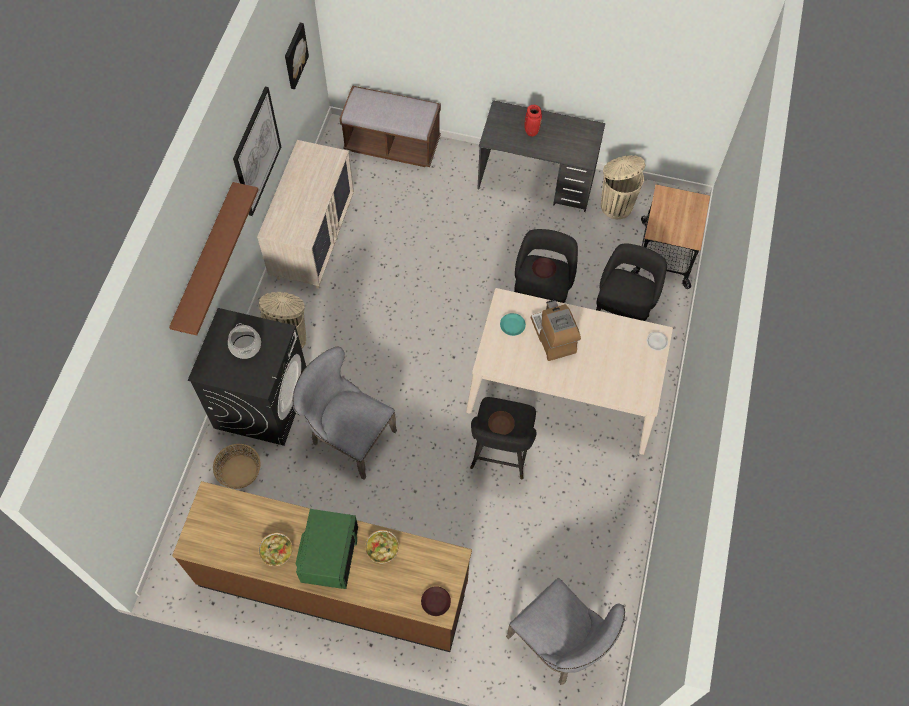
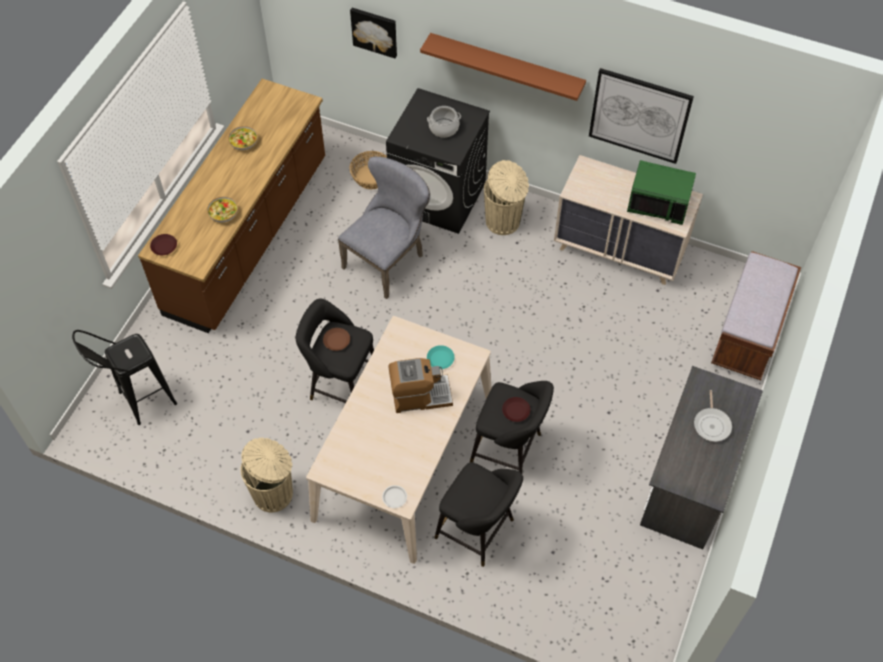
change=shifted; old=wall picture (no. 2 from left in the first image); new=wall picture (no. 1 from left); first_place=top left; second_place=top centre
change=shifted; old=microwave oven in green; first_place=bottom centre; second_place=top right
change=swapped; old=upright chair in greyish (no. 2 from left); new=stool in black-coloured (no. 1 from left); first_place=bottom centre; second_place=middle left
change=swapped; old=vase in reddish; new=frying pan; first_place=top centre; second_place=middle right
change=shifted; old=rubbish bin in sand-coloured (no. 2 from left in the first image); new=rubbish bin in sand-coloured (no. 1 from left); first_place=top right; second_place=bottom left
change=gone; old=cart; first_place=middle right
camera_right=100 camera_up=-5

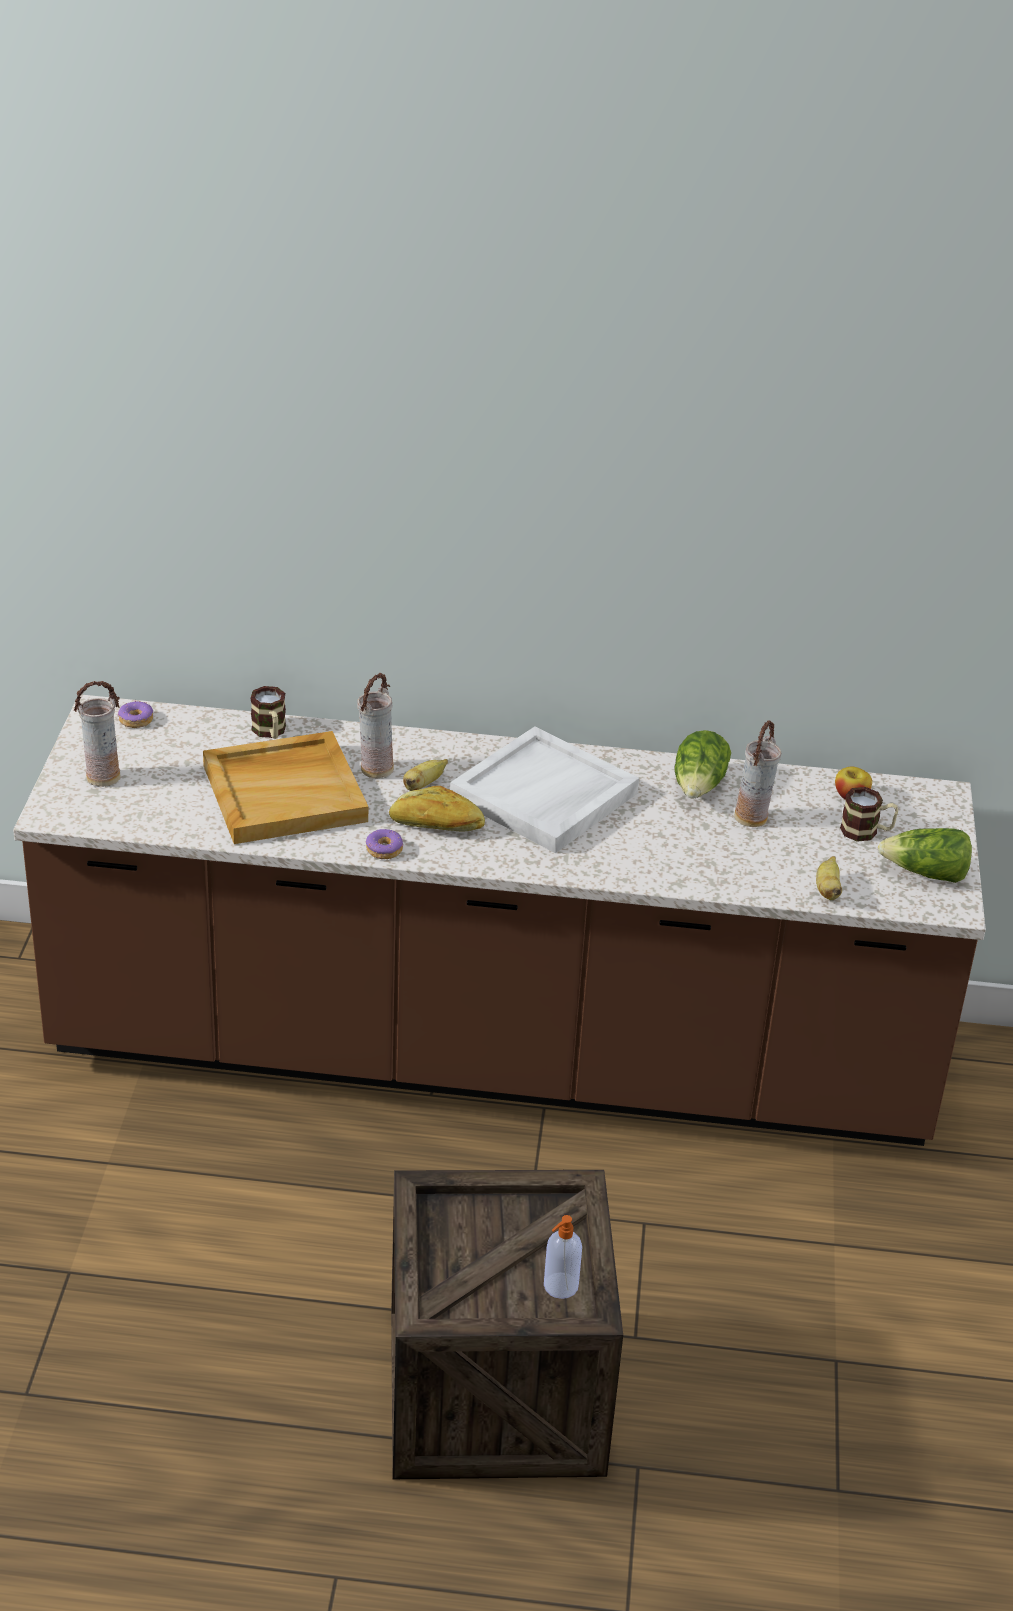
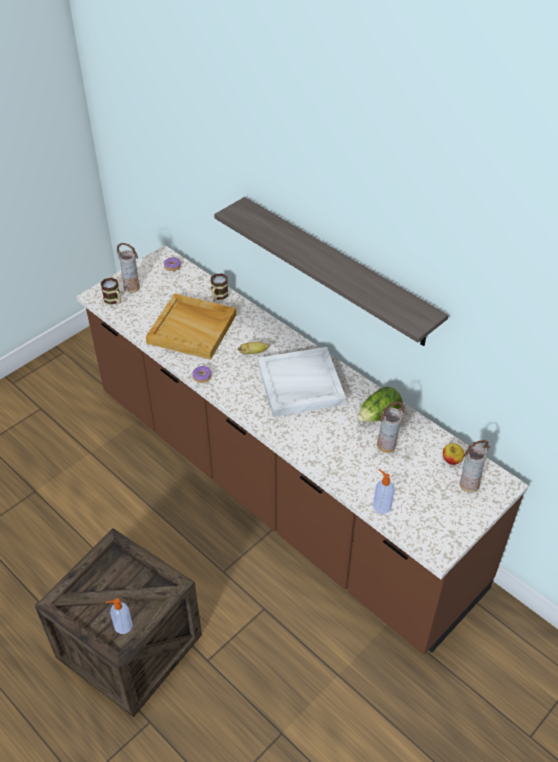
change=shifted; old=vase (no. 2 from left in the first image); new=vase (no. 3 from left); first_place=centre; second_place=middle right
change=gone; old=baked bread; first_place=centre
change=swapped; old=whole banana (no. 2 from left); new=soap dispenser (no. 2 from left); first_place=middle right; second_place=middle right
change=shifted; old=coffee mug (no. 2 from left in the first image); new=coffee mug (no. 1 from left); first_place=middle right; second_place=middle left
change=gone; old=lettuce (no. 2 from left); first_place=middle right
change=new; new=wall shelf; second_place=centre
camera_right=40 camera_up=10

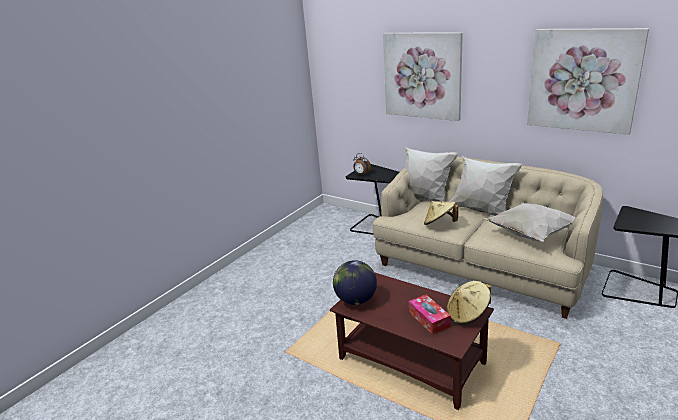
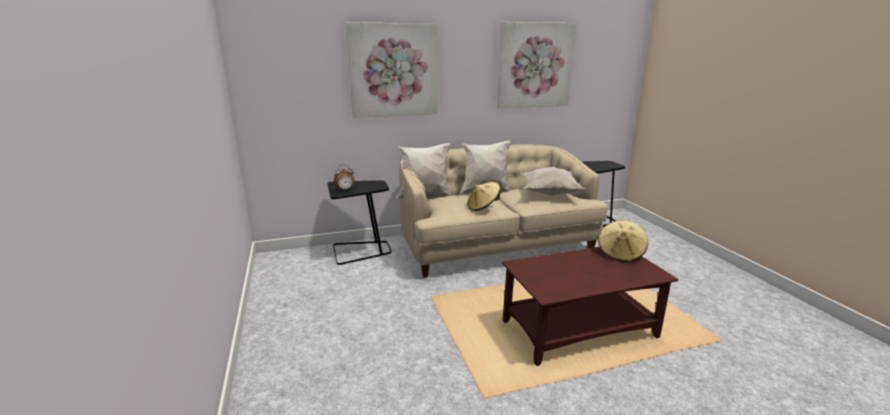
change=gone; old=desk globe; first_place=bottom centre
change=gone; old=box of tissues; first_place=bottom centre
camera_right=-55 camera_up=-5

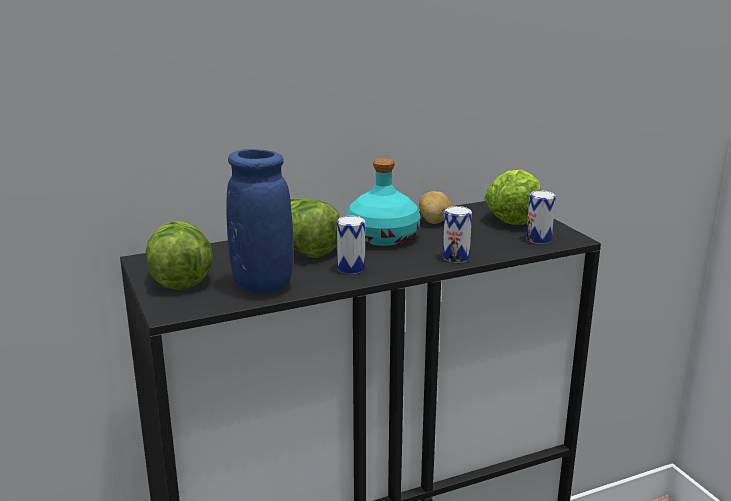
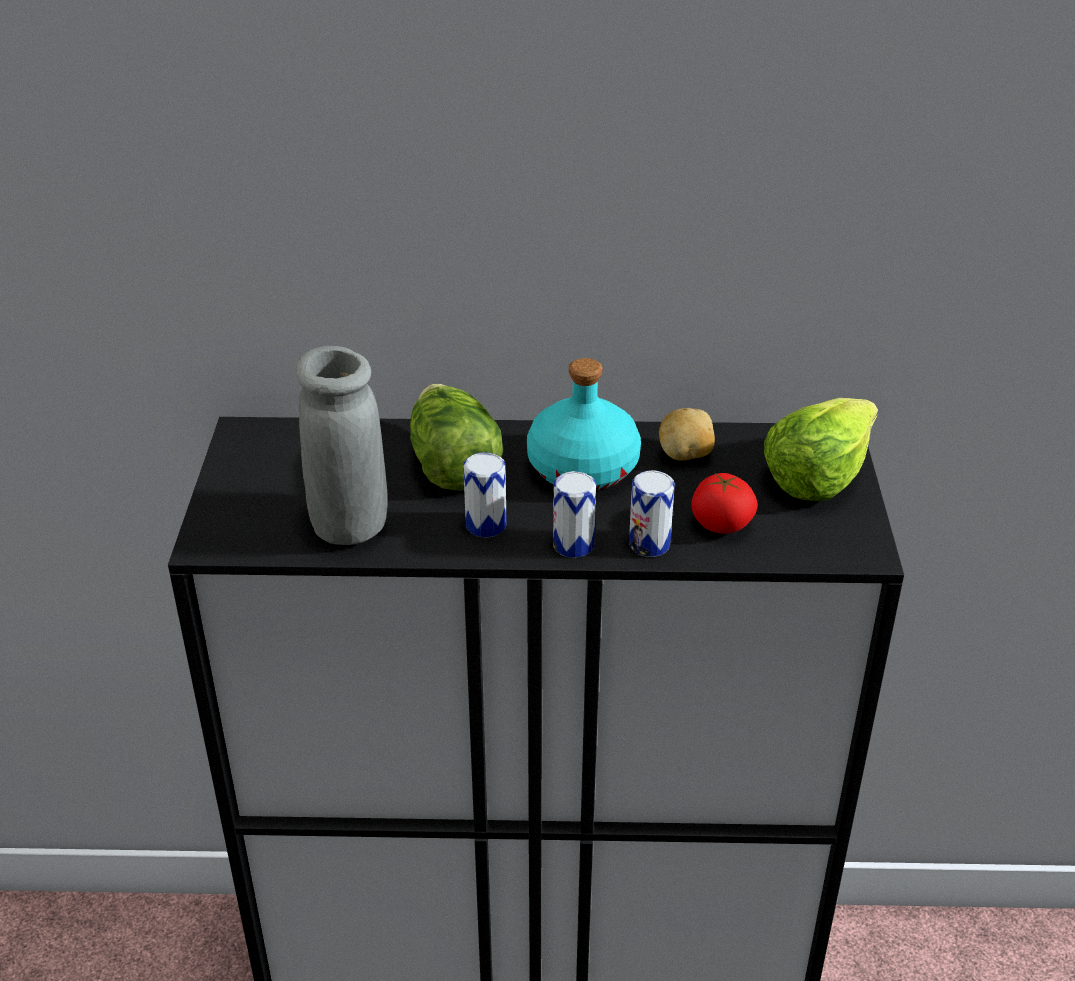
change=gone; old=lettuce (no. 1 from left); first_place=middle left
change=repainted; old=vase in blue-coloured; new=vase in greyish; first_place=centre; second_place=middle left
change=shifted; old=sealed can (no. 3 from left in the first image); new=sealed can (no. 2 from left); first_place=middle right; second_place=centre
change=new; new=whole tomato; second_place=middle right
camera_right=25 camera_up=15

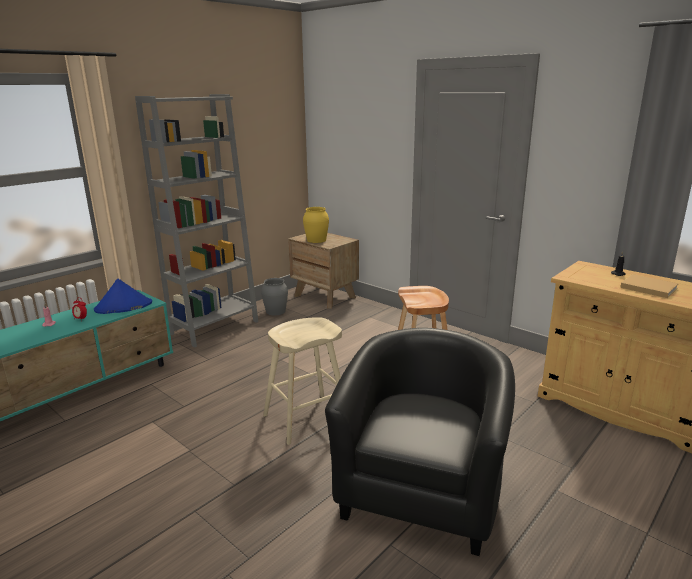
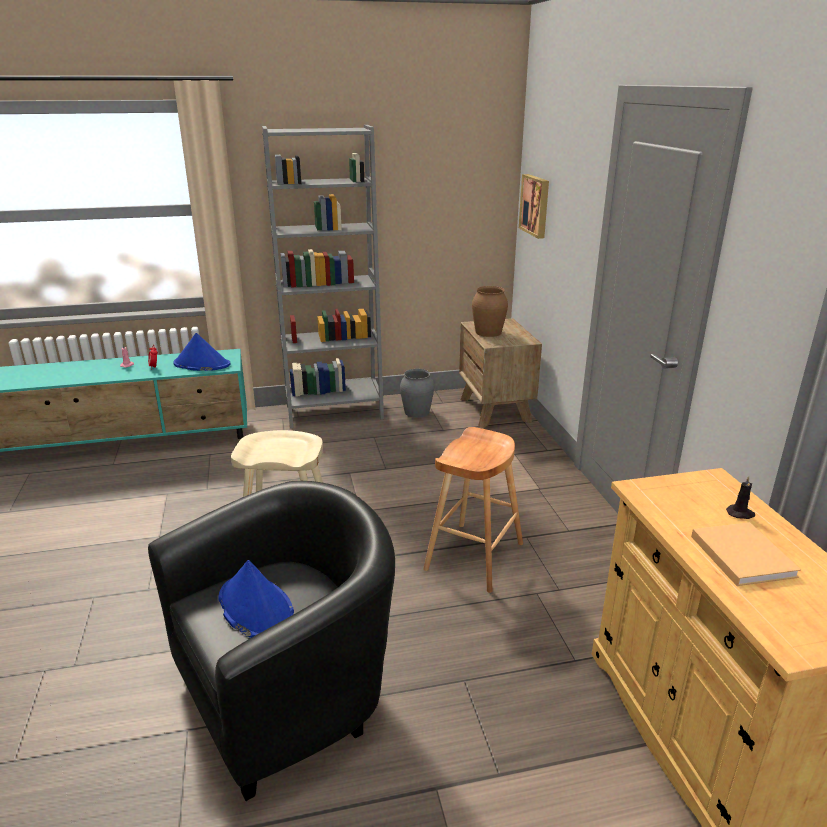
change=repainted; old=vase in yellow; new=vase in brownish; first_place=centre; second_place=centre
change=new; new=wearable hat in blue-coloured (no. 2 from left); second_place=bottom left
change=new; new=wall picture; second_place=top centre
camera_right=35 camera_up=5

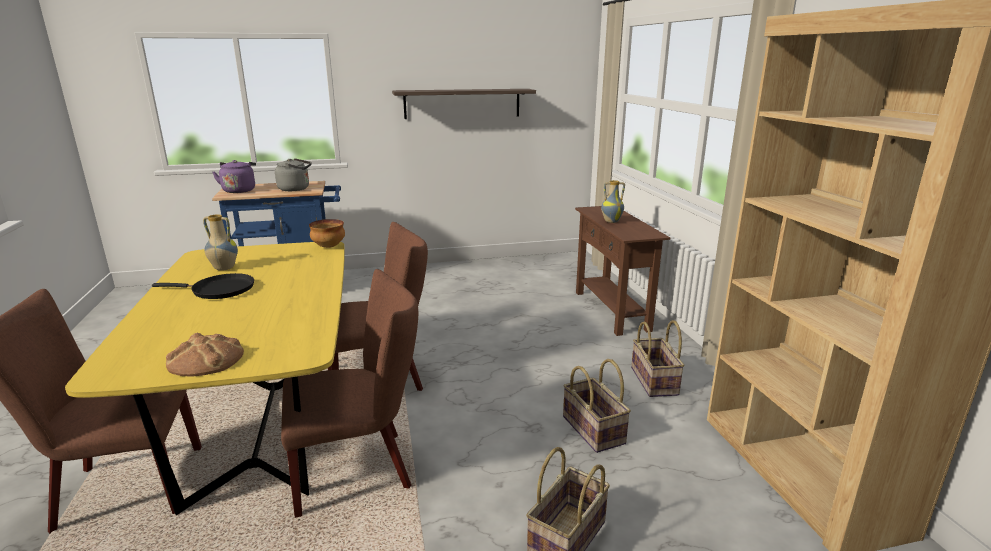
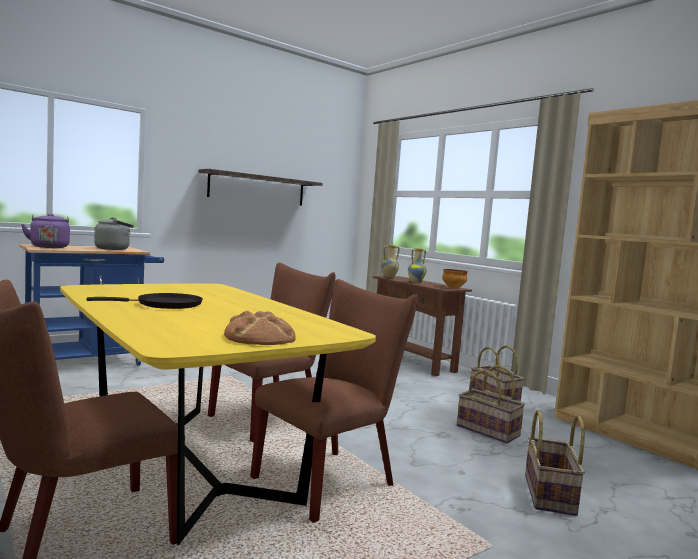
change=shifted; old=vase (no. 1 from left); first_place=middle left; second_place=centre
change=shifted; old=bowl; first_place=middle left; second_place=centre
camera_right=-25 camera_up=-15

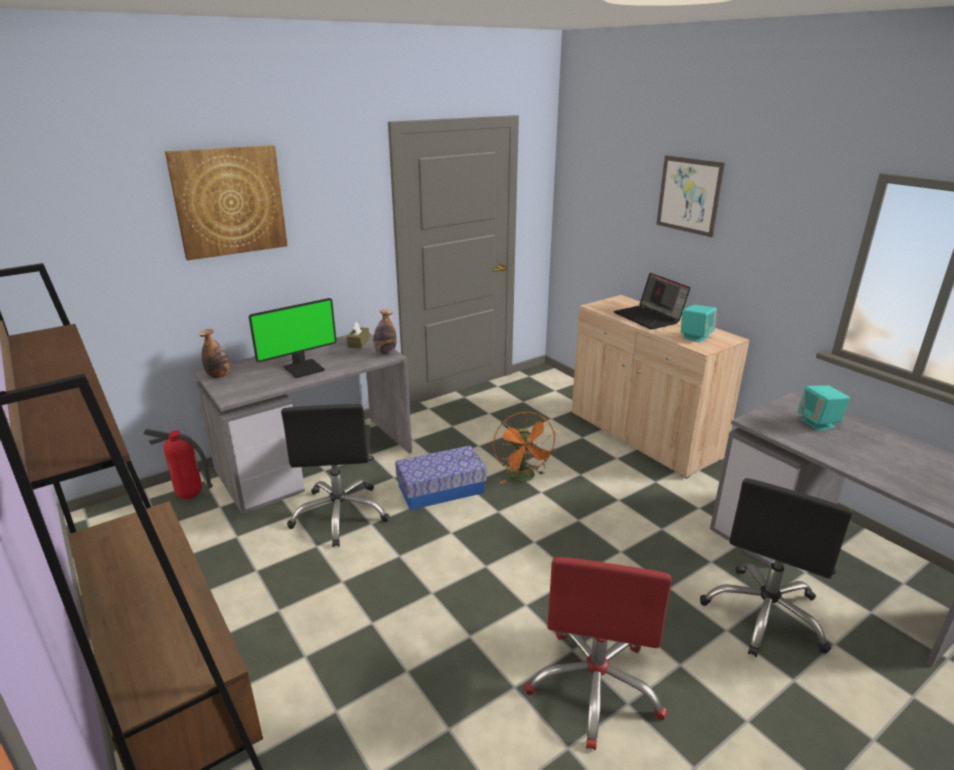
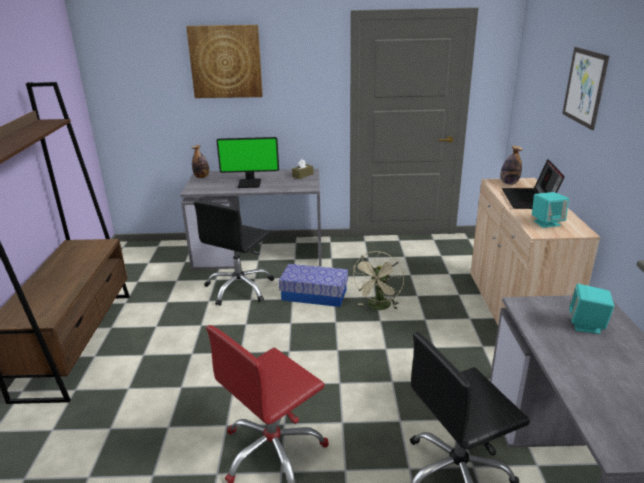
change=gone; old=extinguisher; first_place=middle left
change=shifted; old=beverage bottle (no. 2 from left); first_place=centre; second_place=middle right
change=repainted; old=fan in orange; new=fan in sand-coloured; first_place=centre; second_place=centre
camera_right=35 camera_up=0

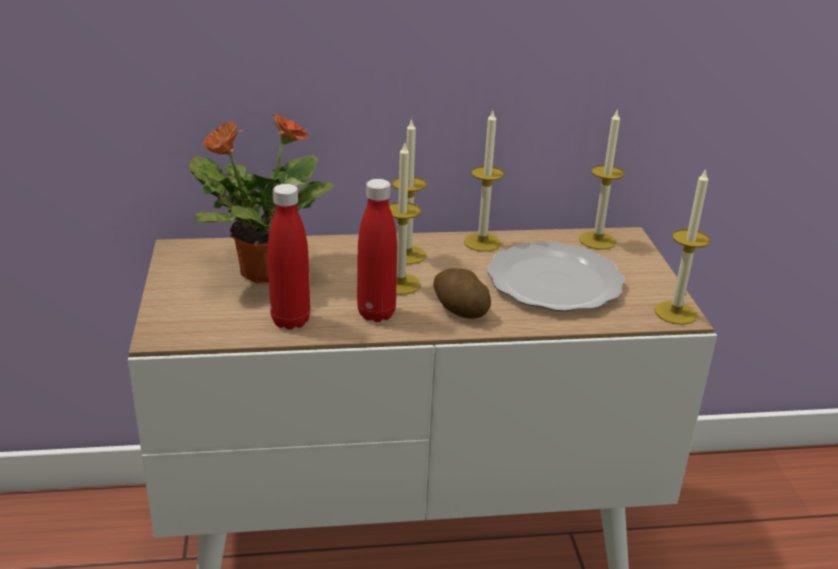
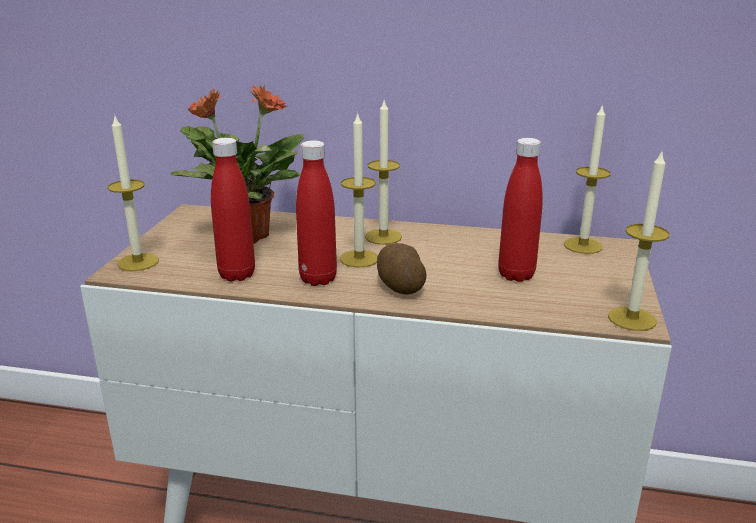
change=shifted; old=wax candle (no. 3 from left in the first image); new=wax candle (no. 1 from left); first_place=top centre; second_place=middle left
change=swapped; old=dinner plate; new=beverage bottle in reddish (no. 3 from left); first_place=centre; second_place=middle right
camera_right=20 camera_up=-5

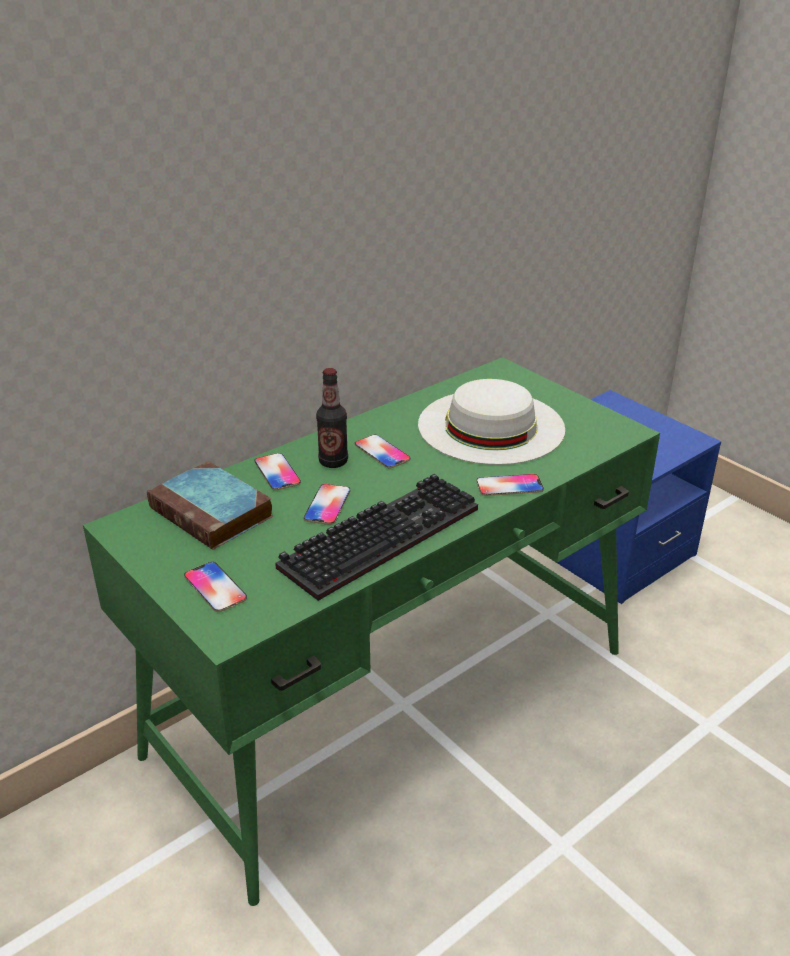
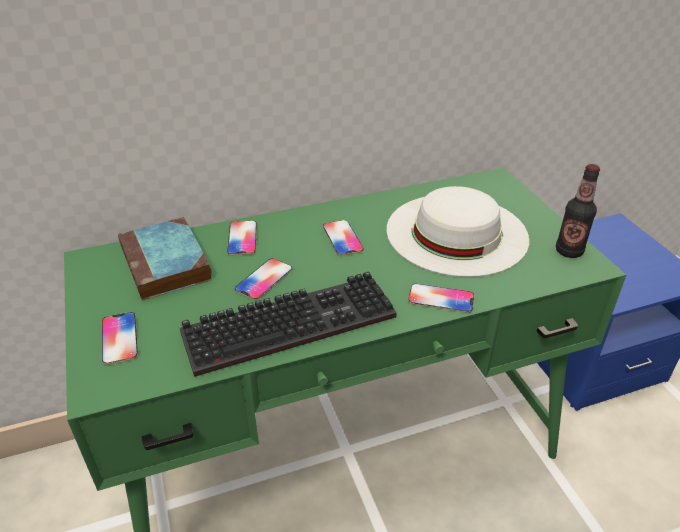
change=shifted; old=beverage bottle; first_place=centre; second_place=middle right
camera_right=20 camera_up=5

